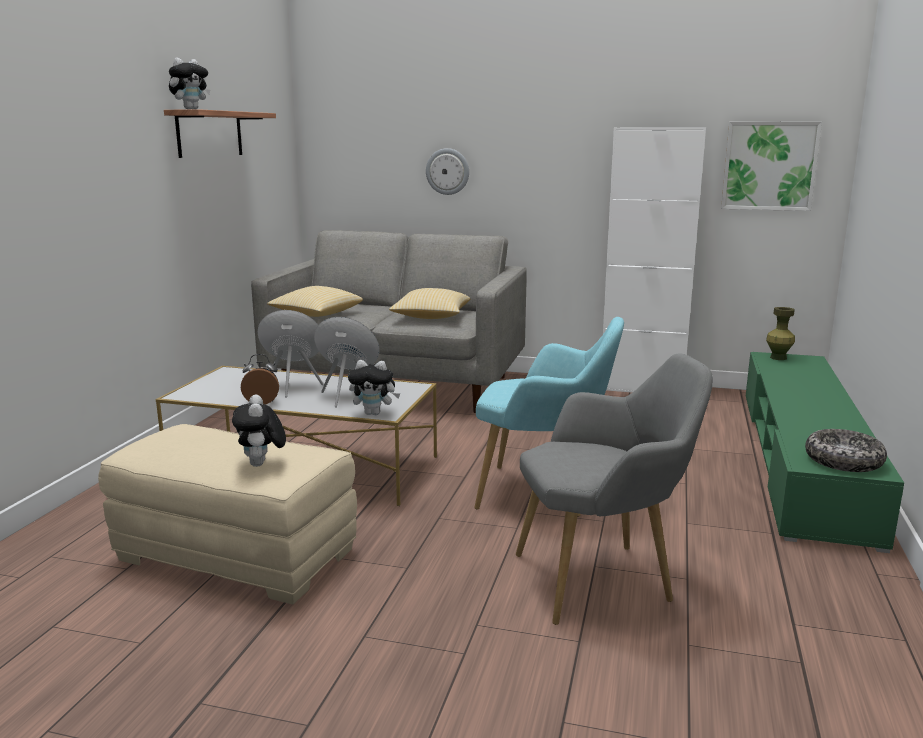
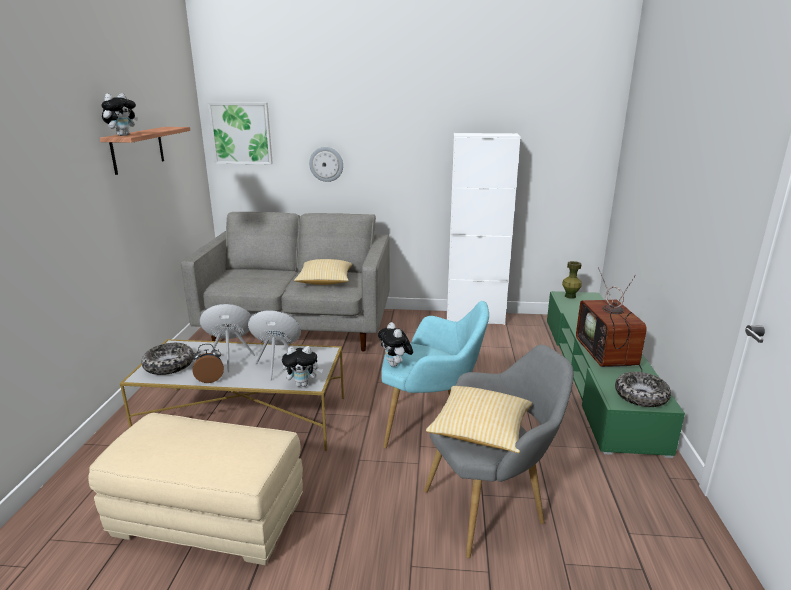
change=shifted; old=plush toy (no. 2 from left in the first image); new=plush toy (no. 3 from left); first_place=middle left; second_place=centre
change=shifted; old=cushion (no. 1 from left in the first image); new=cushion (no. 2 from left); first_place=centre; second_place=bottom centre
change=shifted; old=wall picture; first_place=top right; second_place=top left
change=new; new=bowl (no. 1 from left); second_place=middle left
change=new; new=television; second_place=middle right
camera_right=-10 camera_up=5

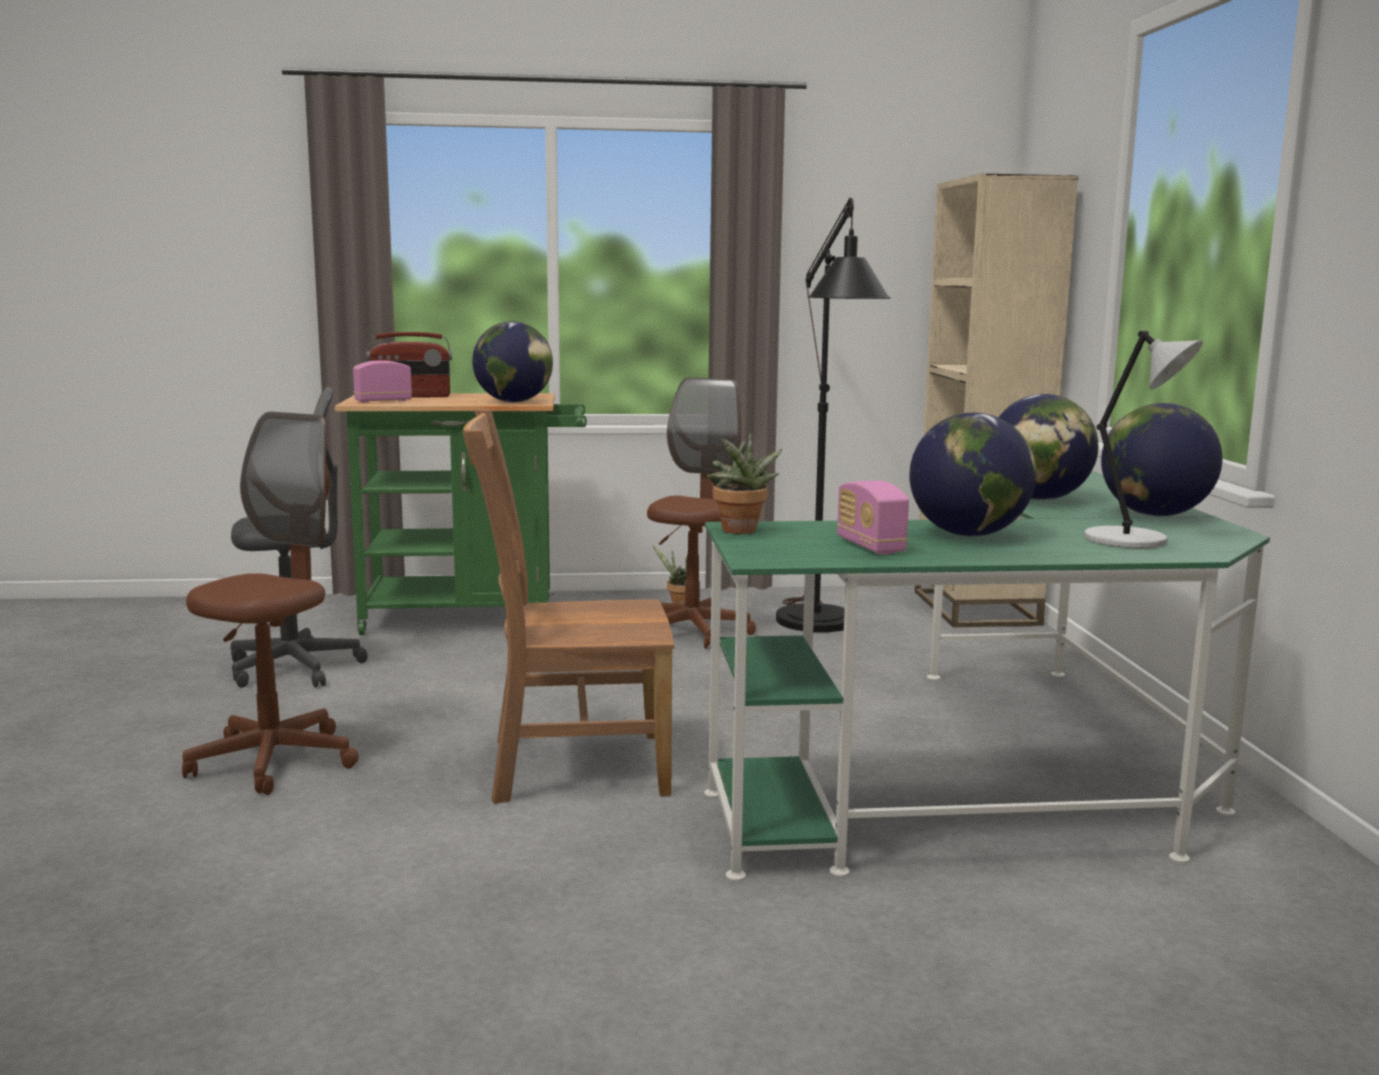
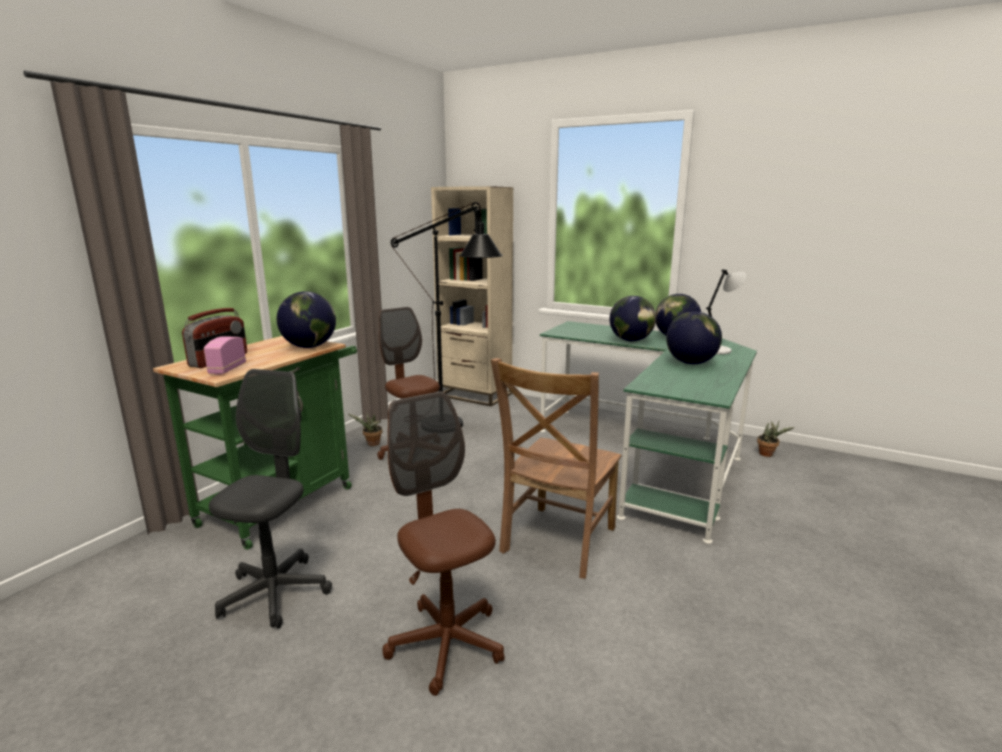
change=shifted; old=potted plant (no. 2 from left); first_place=centre; second_place=middle right
change=gone; old=radio receiver (no. 3 from left); first_place=centre
camera_right=-55 camera_up=5

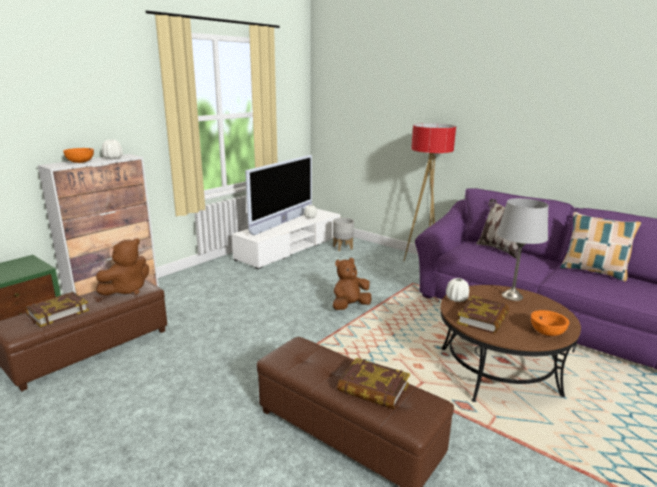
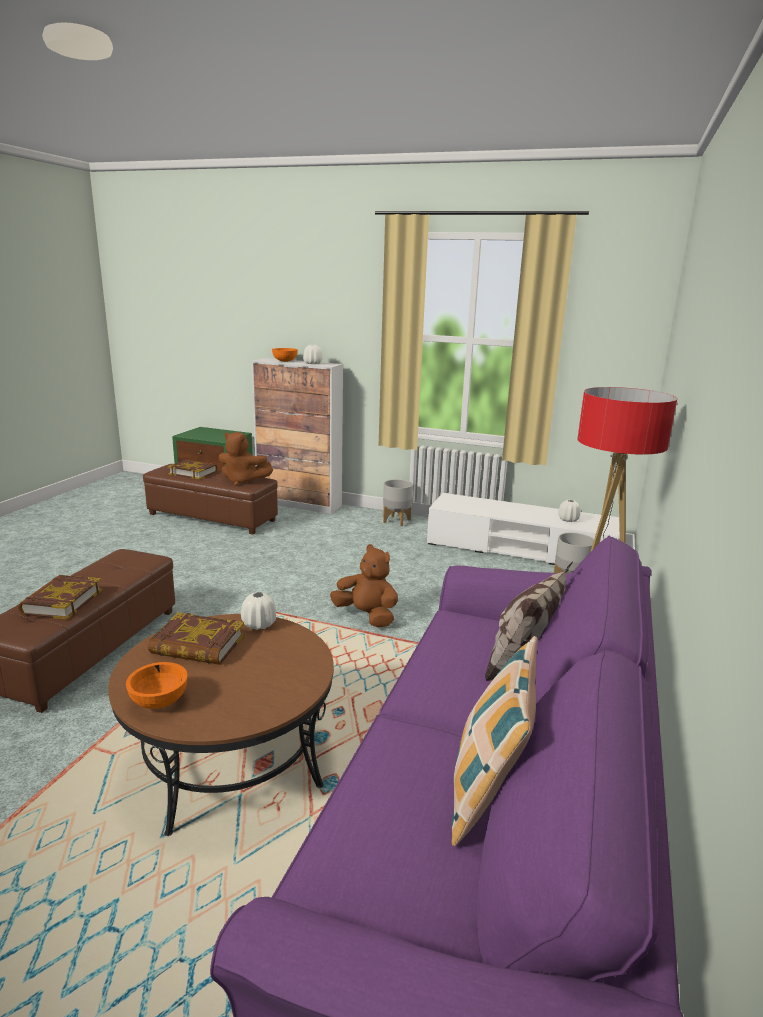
change=gone; old=television; first_place=centre
change=gone; old=tabletop lamp in greyish; first_place=middle right
change=new; new=flower pot in greyish (no. 1 from left); second_place=centre
camera_right=70 camera_up=0

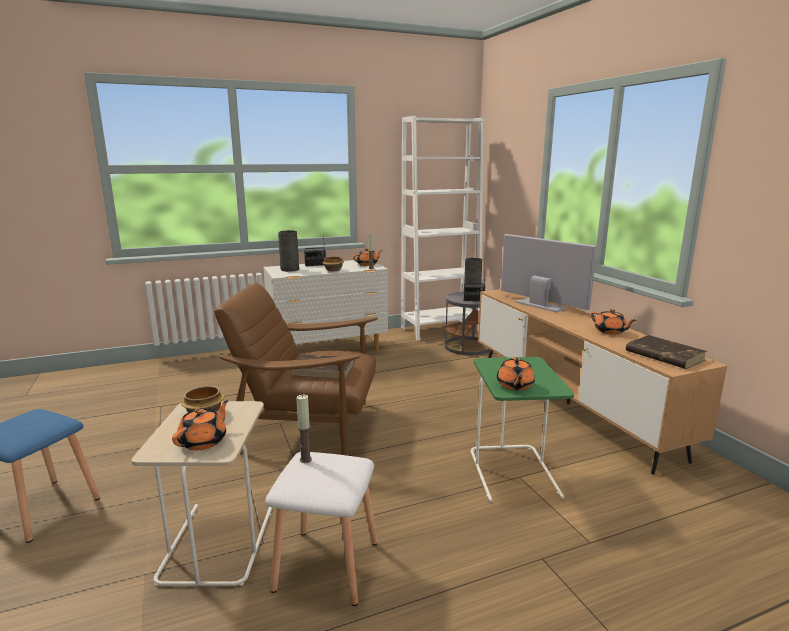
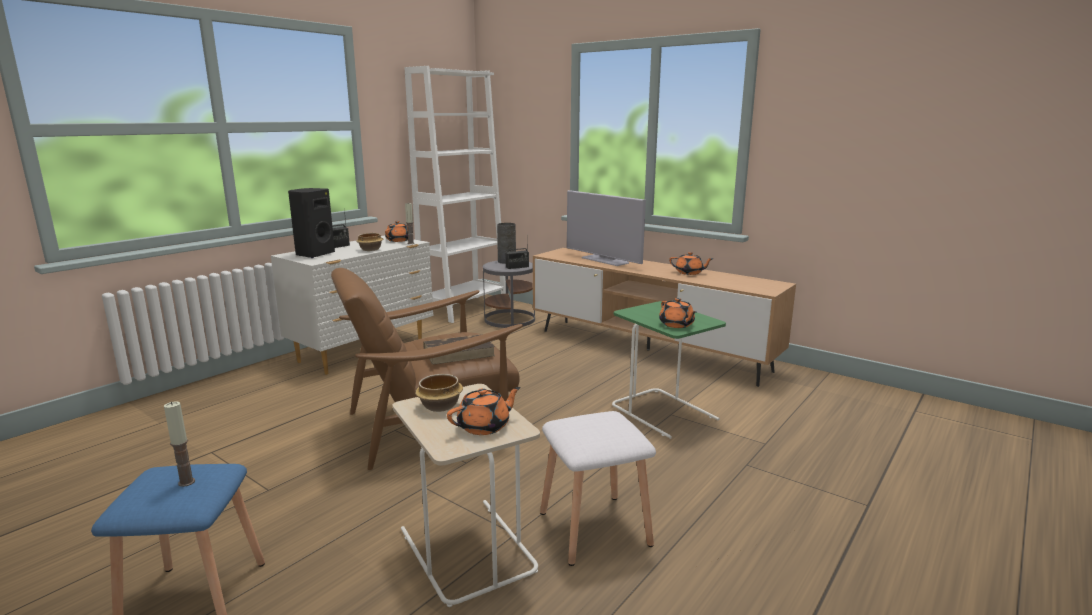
change=rotated; old=teapot in orange (no. 1 from left in the first image); first_place=bottom left; second_place=bottom centre; degrees=60
change=swapped; old=vase in greyish (no. 1 from left); new=speaker in black-coloured; first_place=centre; second_place=middle left
change=shifted; old=wax candle (no. 1 from left); first_place=bottom centre; second_place=bottom left
change=rotated; old=television; first_place=middle right; second_place=centre; degrees=-150
change=gone; old=bound book in brownish (no. 2 from left); first_place=middle right
camera_right=-30 camera_up=0

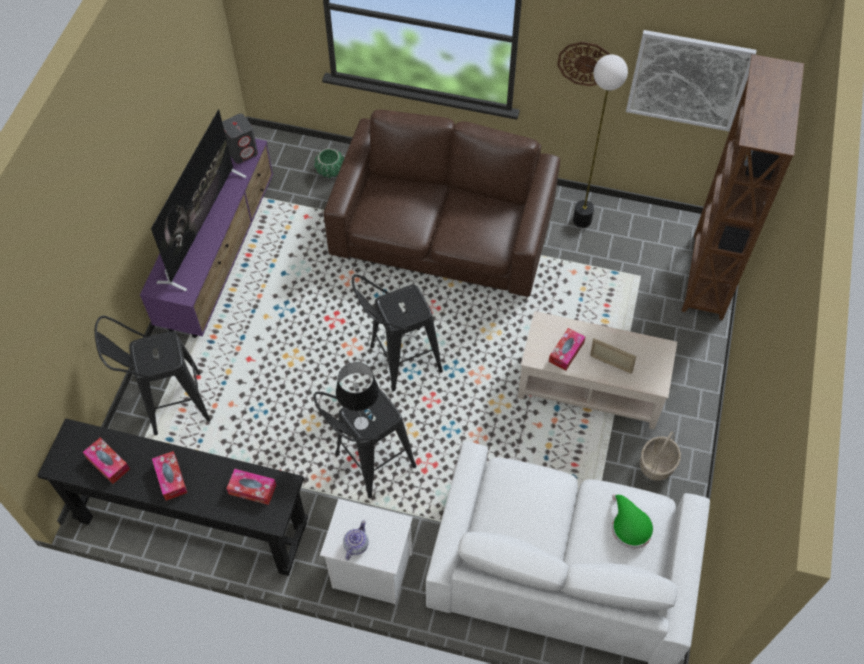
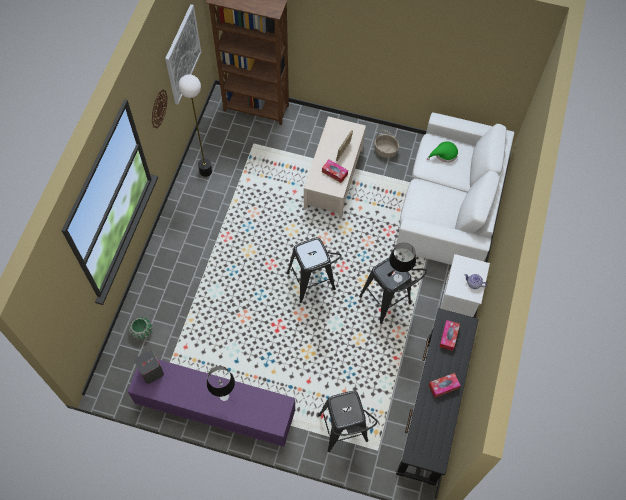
change=gone; old=box of tissues (no. 1 from left); first_place=bottom left
change=swapped; old=television; new=tabletop lamp (no. 1 from left); first_place=top left; second_place=bottom centre
change=gone; old=sofa in brownish; first_place=top centre
camera_right=-90 camera_up=5

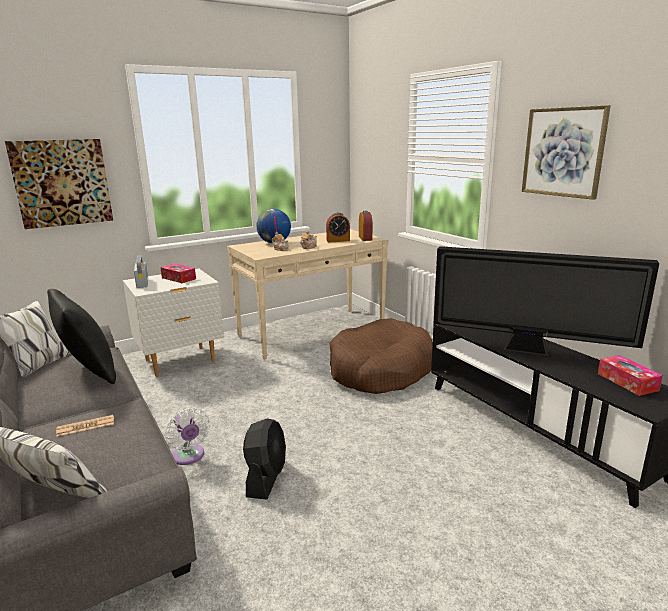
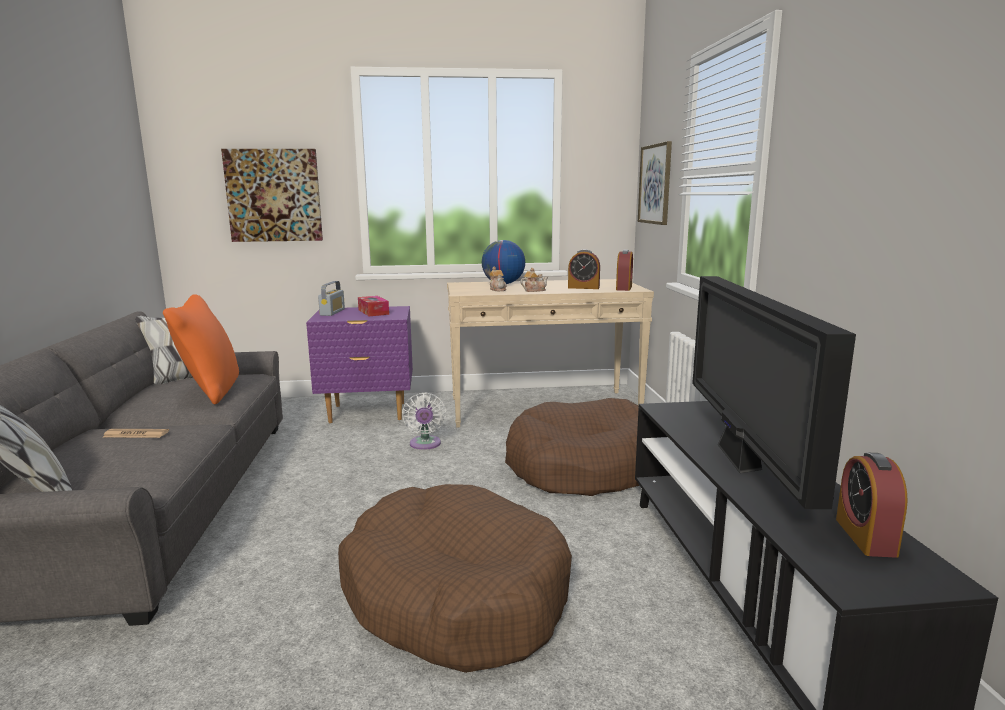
change=repainted; old=cushion in black-coloured; new=cushion in orange; first_place=middle left; second_place=middle left
change=repainted; old=nightstand in whitish; new=nightstand in purple; first_place=middle left; second_place=centre
change=shifted; old=fan in whitish; first_place=bottom left; second_place=centre
change=gone; old=fan in black-coloured; first_place=bottom centre
change=rotated; old=television; first_place=middle right; second_place=middle right; degrees=45
change=shifted; old=wall picture (no. 2 from left); first_place=top right; second_place=top centre
change=swapped; old=box of tissues (no. 2 from left); new=alarm clock (no. 3 from left); first_place=middle right; second_place=bottom right
change=new; new=pet bed in brownish (no. 1 from left); second_place=bottom centre
camera_right=25 camera_up=-5

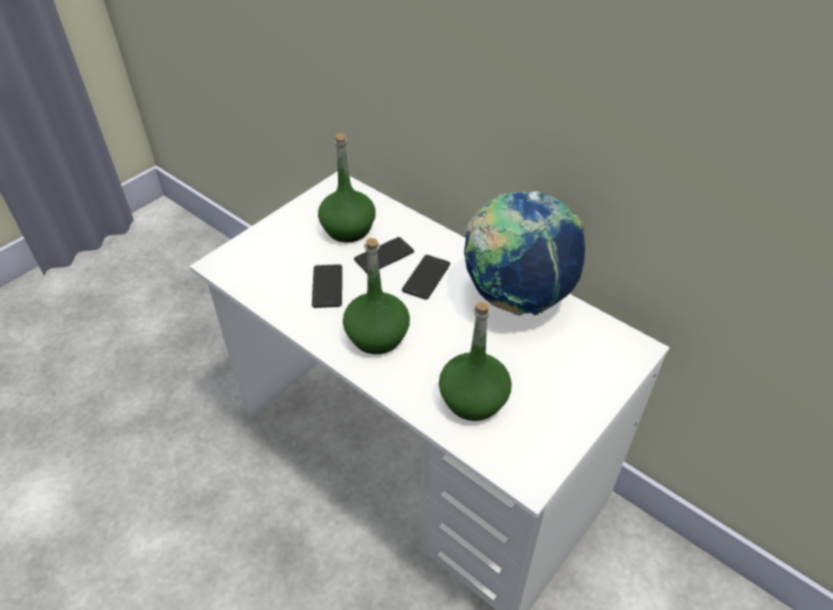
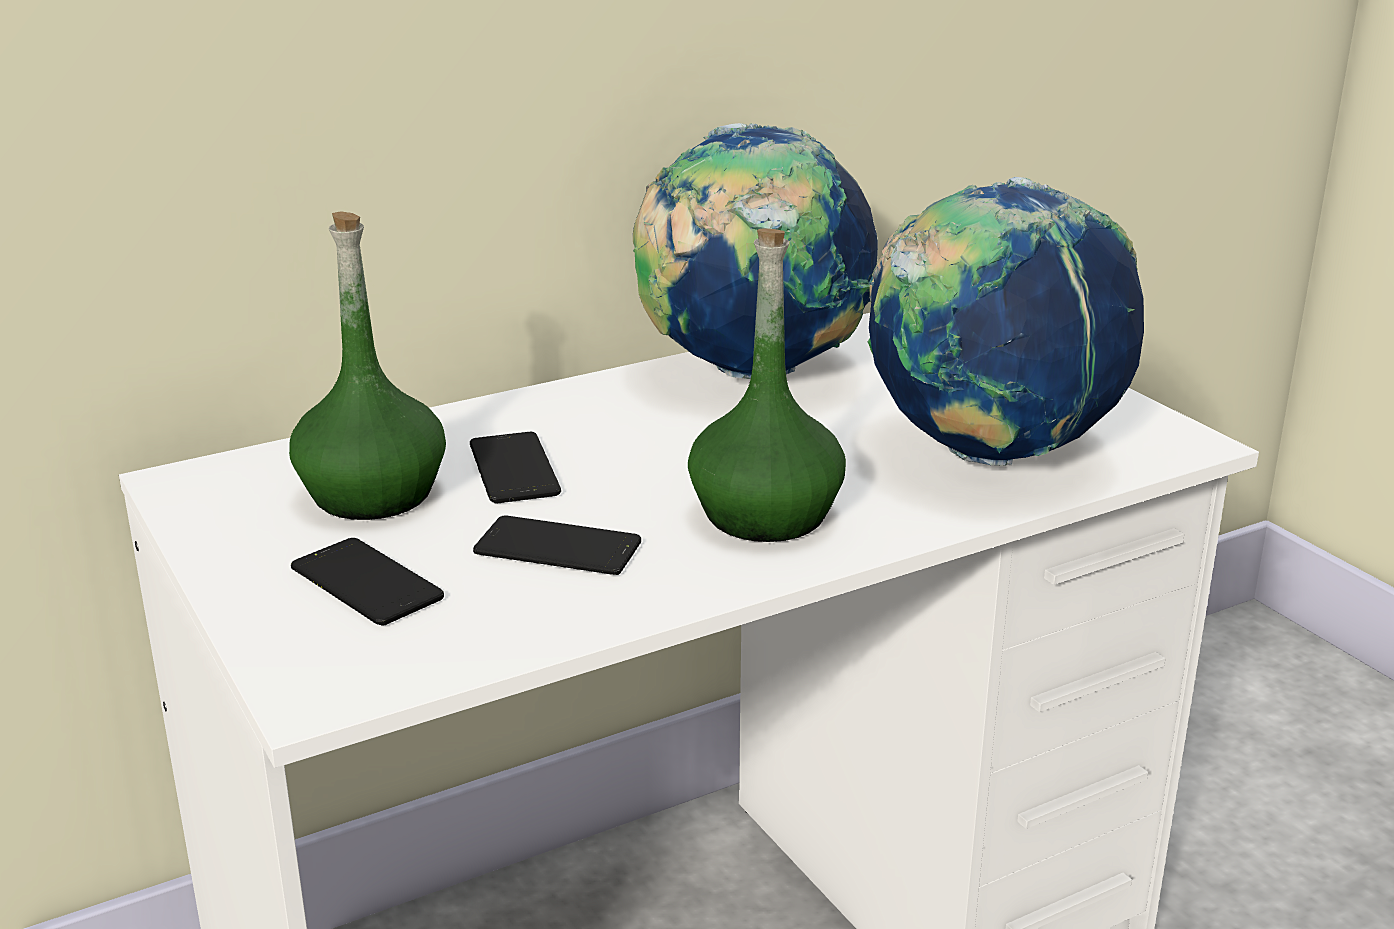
change=shifted; old=phone (no. 3 from left in the first image); new=phone (no. 1 from left); first_place=centre; second_place=middle left
change=swapped; old=beverage bottle in green (no. 3 from left); new=desk globe (no. 2 from left); first_place=centre; second_place=middle right
camera_right=-70 camera_up=-20

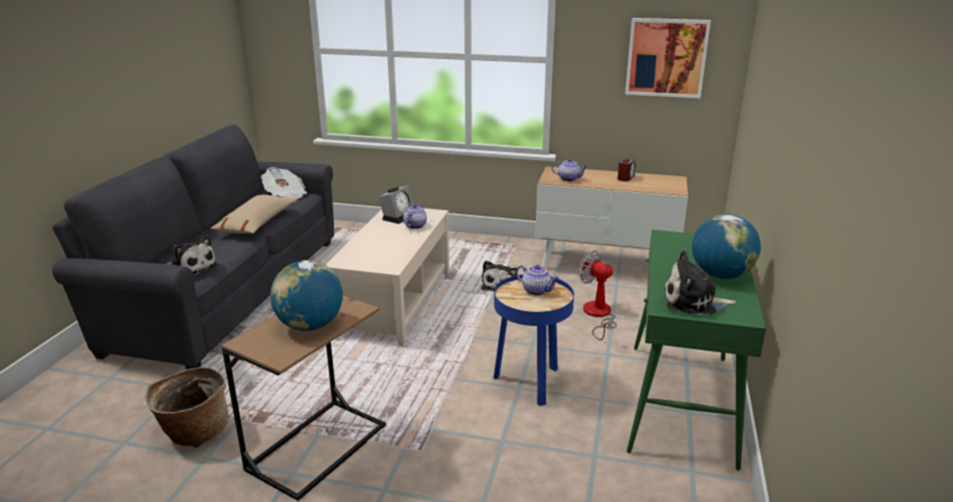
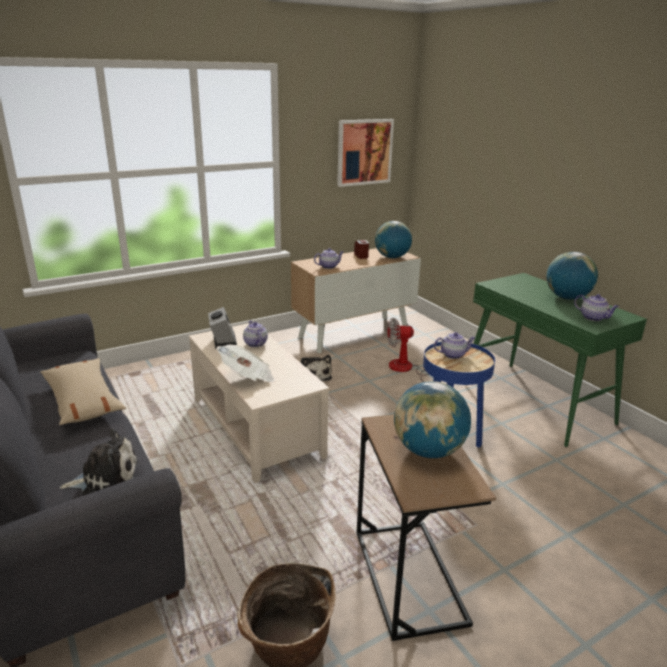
change=shifted; old=printed paper; first_place=middle left; second_place=centre
change=swapped; old=plush toy (no. 3 from left); new=teapot (no. 4 from left); first_place=middle right; second_place=middle right
change=new; new=desk globe (no. 1 from left); second_place=centre
camera_right=-45 camera_up=0

